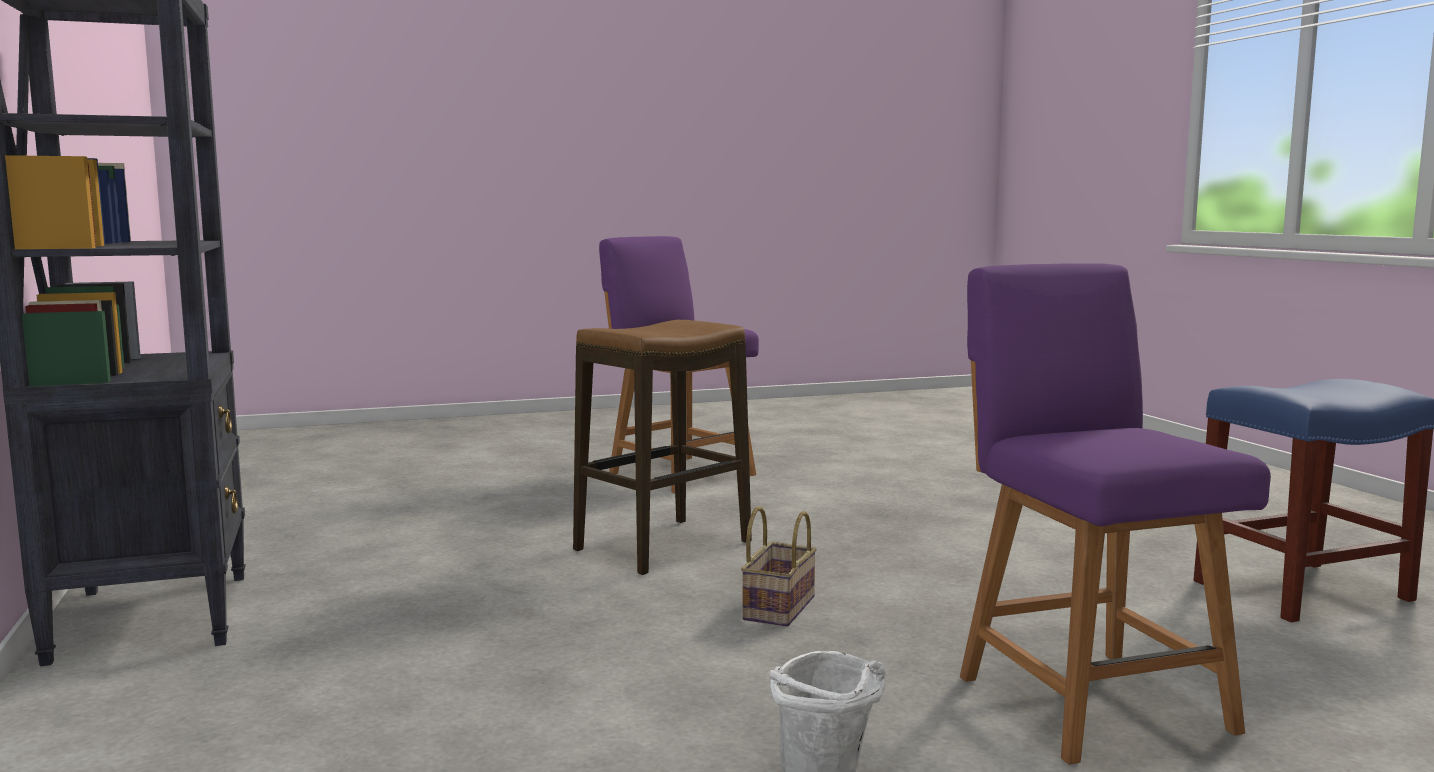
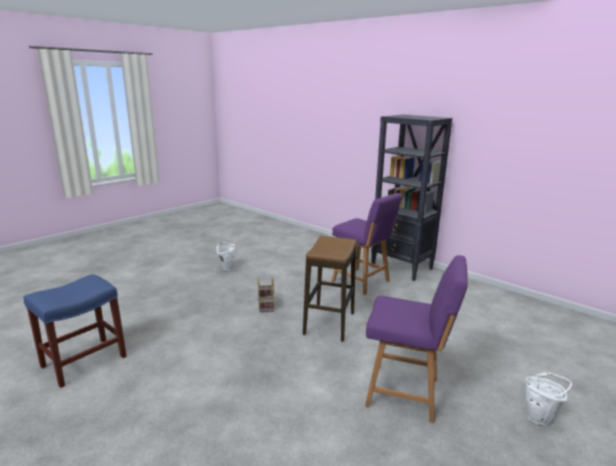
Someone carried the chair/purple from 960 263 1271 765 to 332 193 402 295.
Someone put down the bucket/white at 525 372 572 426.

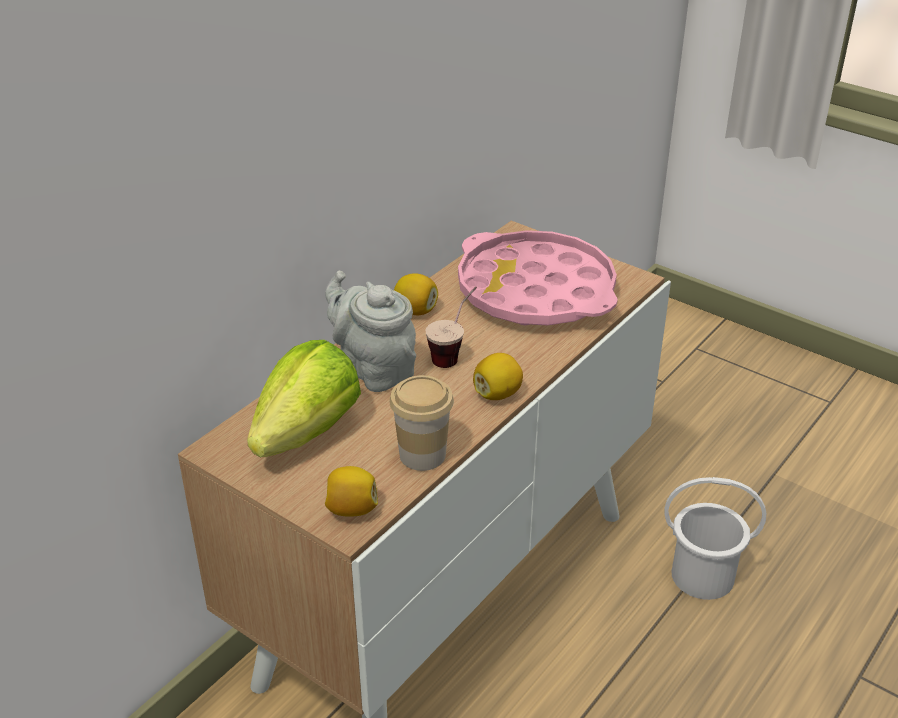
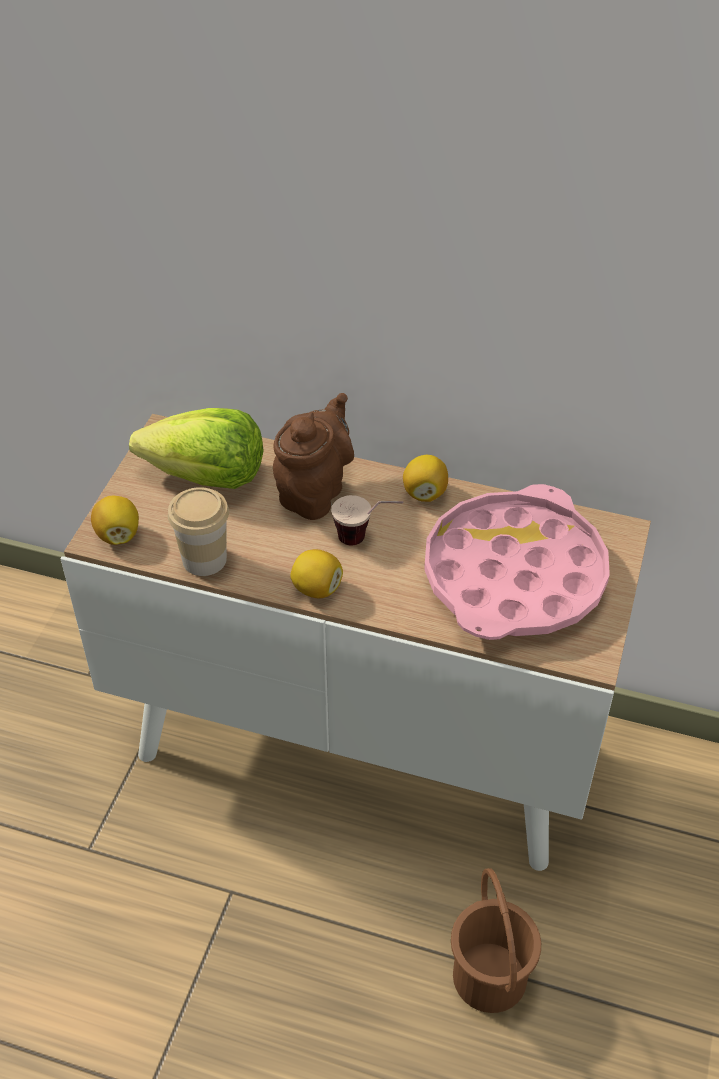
Someone repainted the teapot/grey at 325 270 416 392, which became the teapot/brown at 273 393 354 520.
Someone repainted the bucket/white at 664 477 766 600, which became the bucket/brown at 451 868 541 1013.

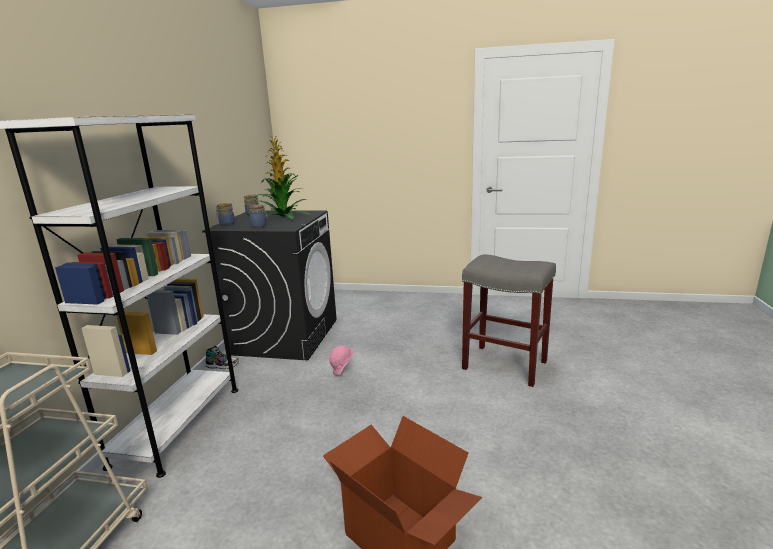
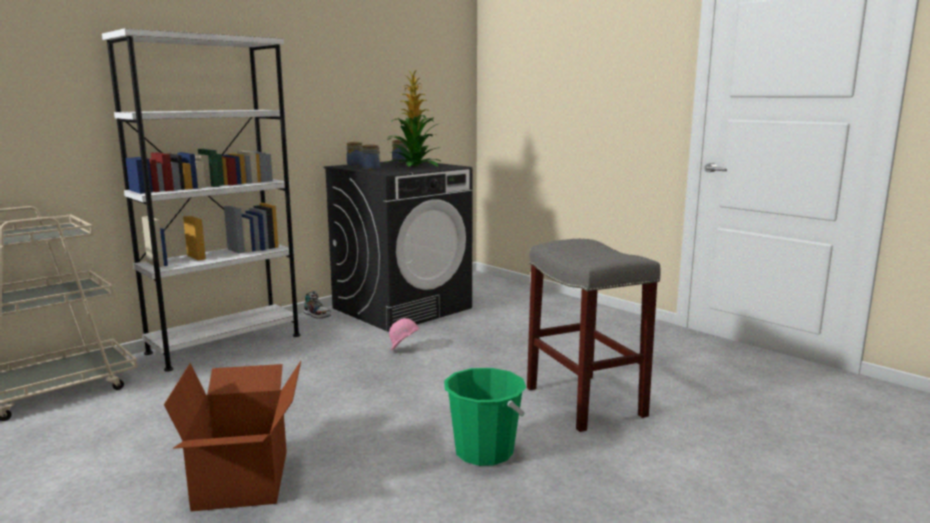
Someone put down the bucket/green at 444 368 526 466.

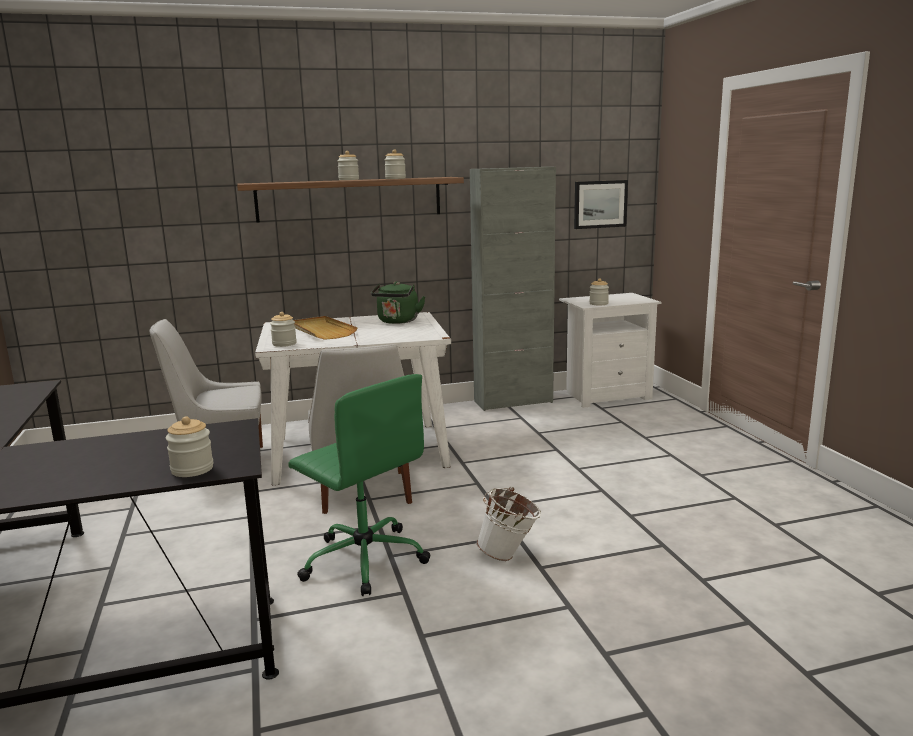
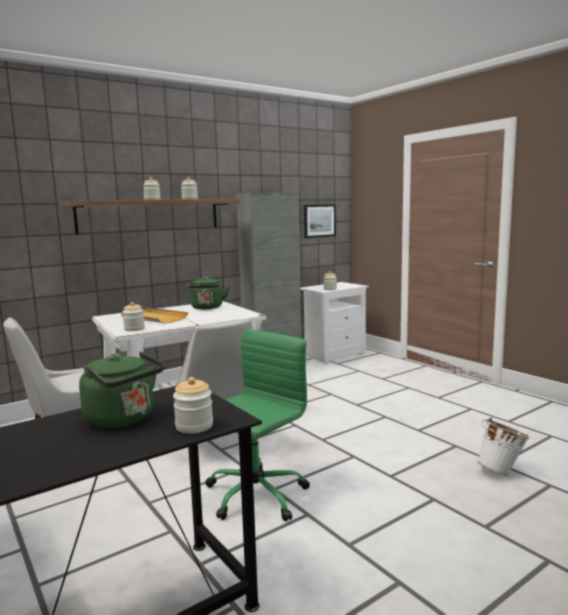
Someone rotated the office chair/green at 289 374 431 596 by 75 degrees counterclockwise.
Someone carried the bucket/white from 477 487 541 561 to 477 417 530 476.
Someone put down the kettle/green at 79 351 164 428.

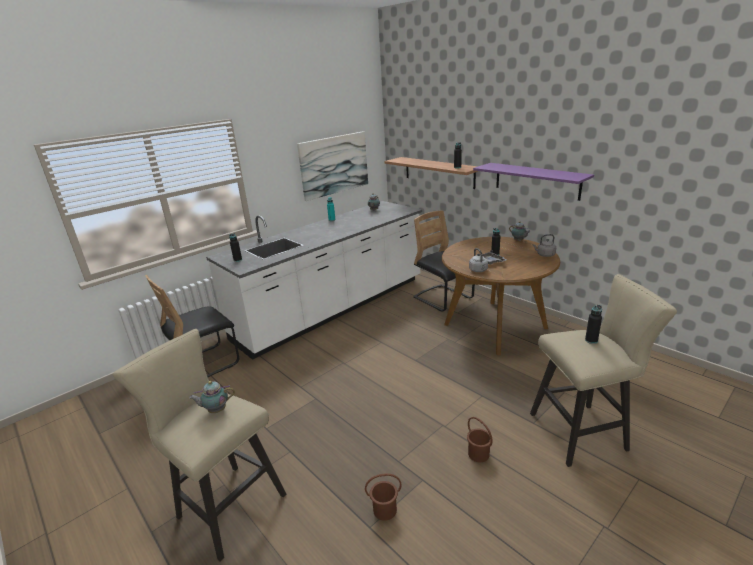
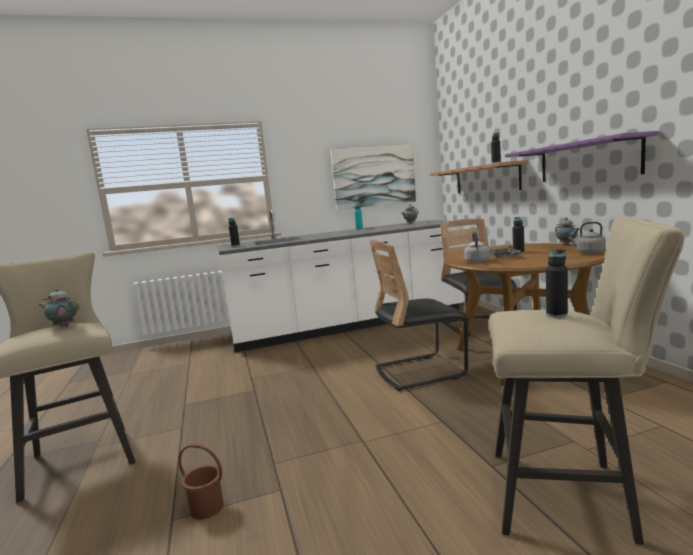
Someone carried the chair/black from 145 275 239 377 to 370 241 469 391.
Someone took away the bucket/brown at 467 417 493 462.

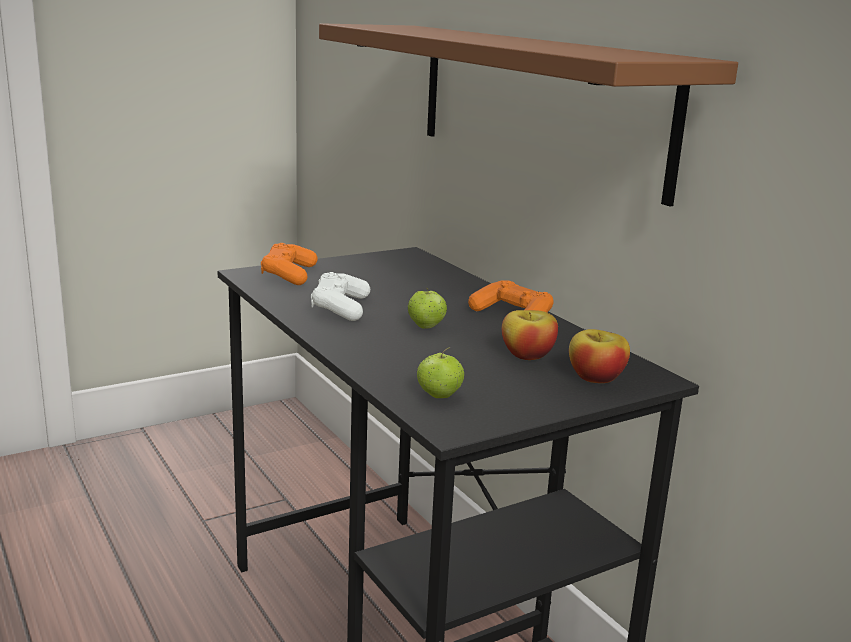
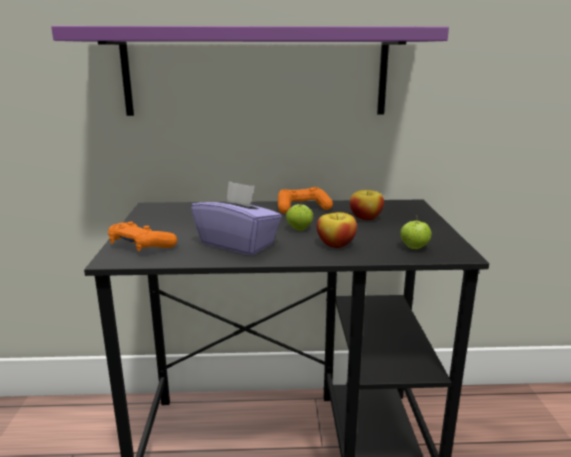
Someone repainted the shelf/brown at 319 23 738 206, which became the shelf/purple at 51 26 449 116.
Someone swapped the game controller/white at 311 272 370 321 for the tissue box/purple at 191 181 282 255.
Someone carried the apple from 569 329 630 383 to 317 212 357 248.

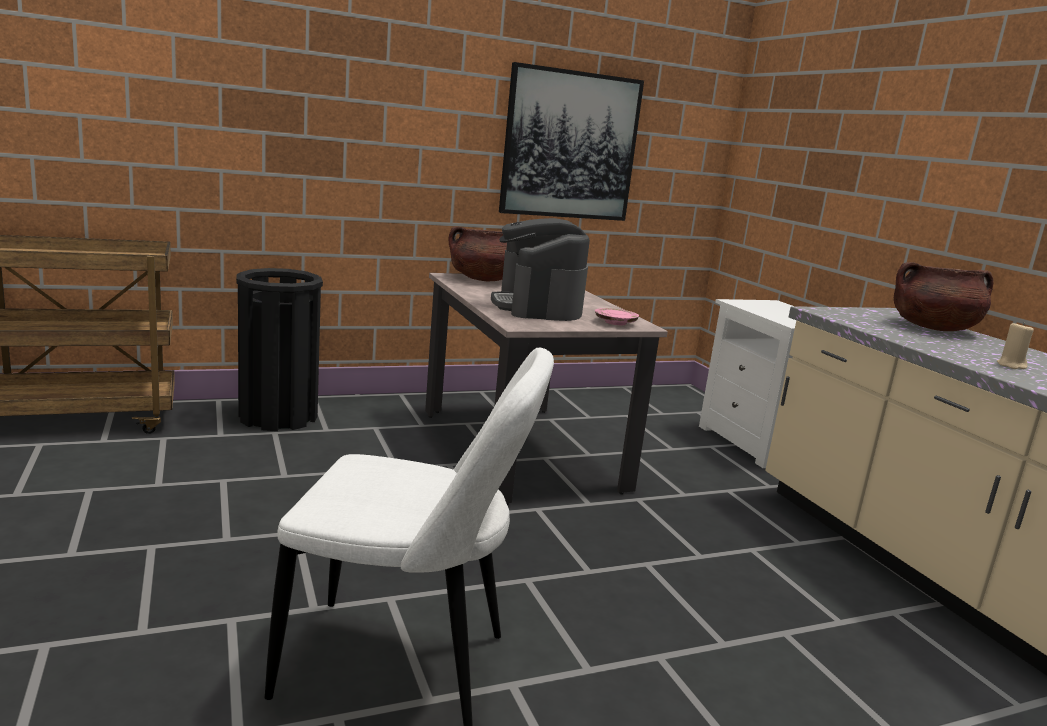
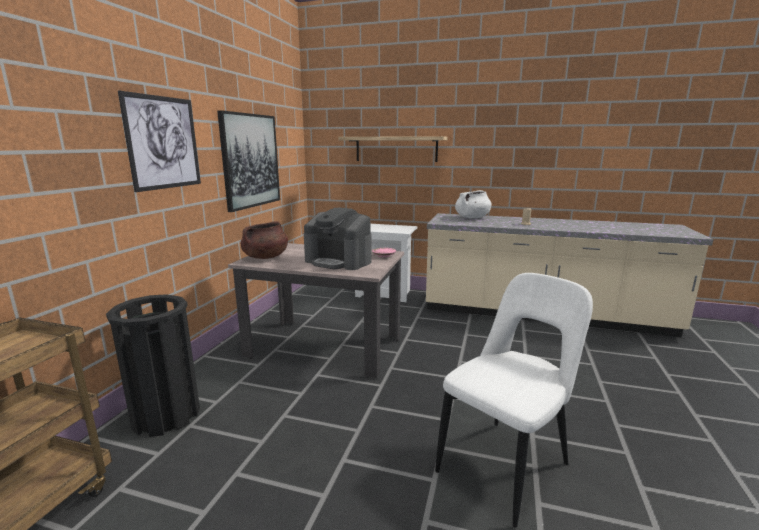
Someone repainted the cooking pot/brown at 894 262 993 331, which became the cooking pot/white at 455 190 492 218.
Someone put up the picture at 118 91 201 192.
Someone put up the shelf at 338 136 448 162.

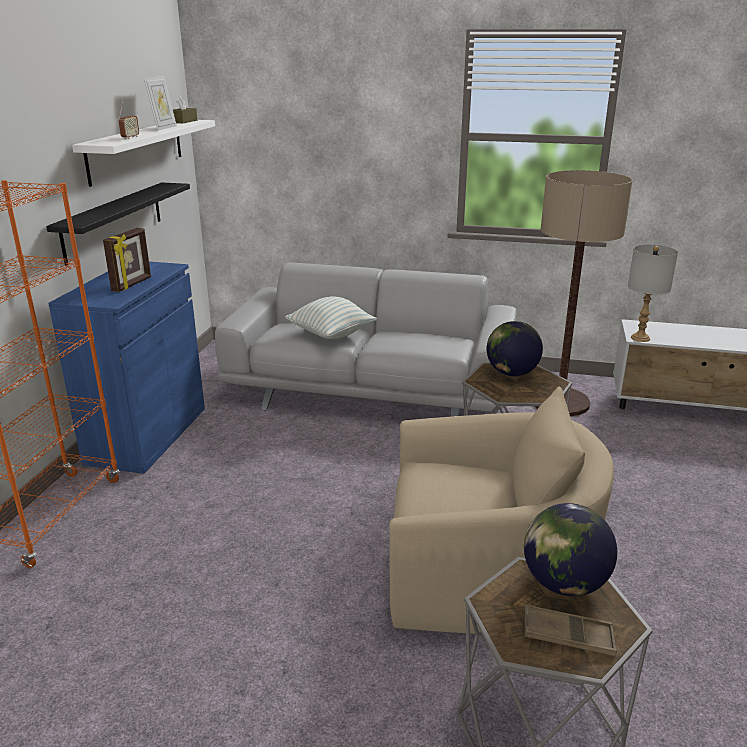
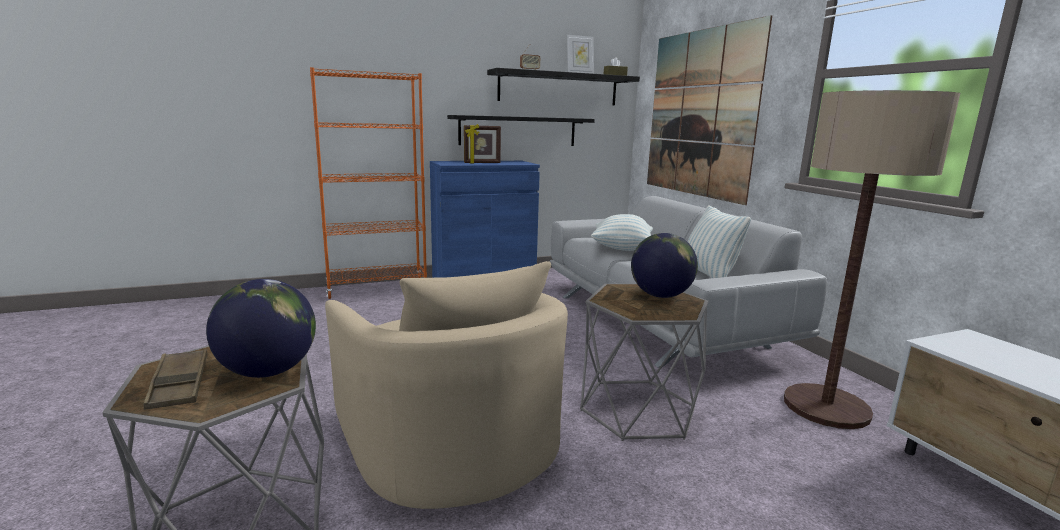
Someone repainted the shelf/white at 72 120 215 187, which became the shelf/black at 487 68 640 106.
Someone took away the table lamp/grey at 628 244 678 342.
Someone put up the picture at 647 15 772 205.
Someone put down the pillow at 687 205 751 278.

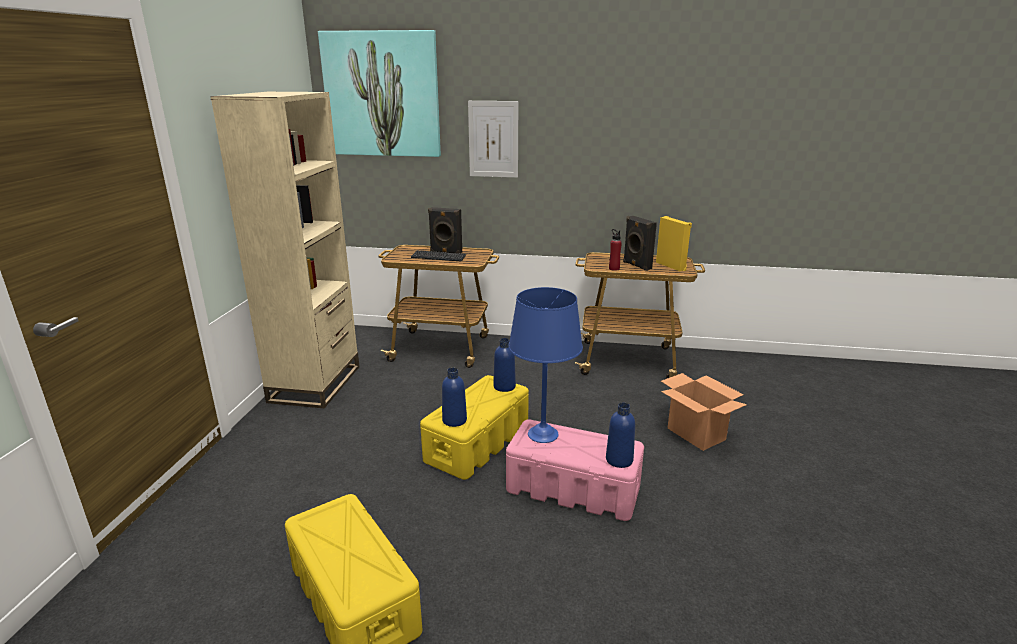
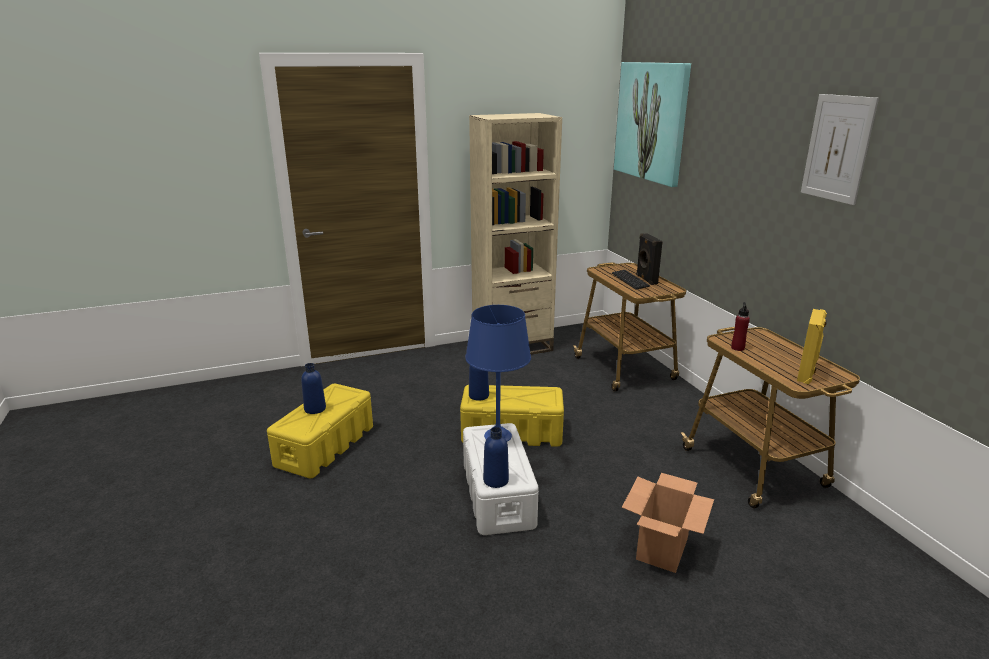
Someone carried the picture from 468 101 518 178 to 801 94 879 205.
Someone took away the speaker/black at 623 216 657 271.
Someone carried the bottle/blue from 493 338 516 392 to 301 363 326 414.
Someone repainted the storage box/pink at 506 419 644 521, which became the storage box/white at 463 423 539 535.

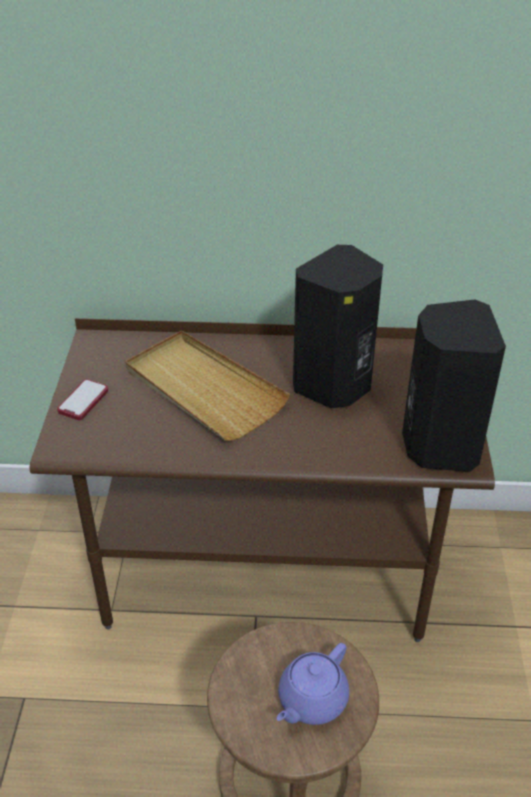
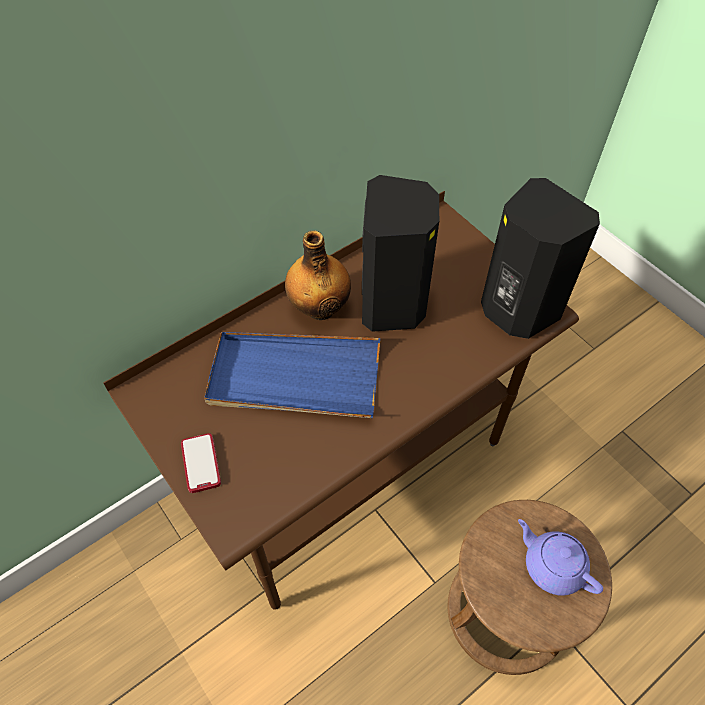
Someone repainted the tray/beige at 125 331 290 441, which became the tray/blue at 204 332 380 418.
Someone rotated the teapot/purple at 277 643 349 725 by 135 degrees clockwise.
Someone put down the bottle at 285 230 351 320.

